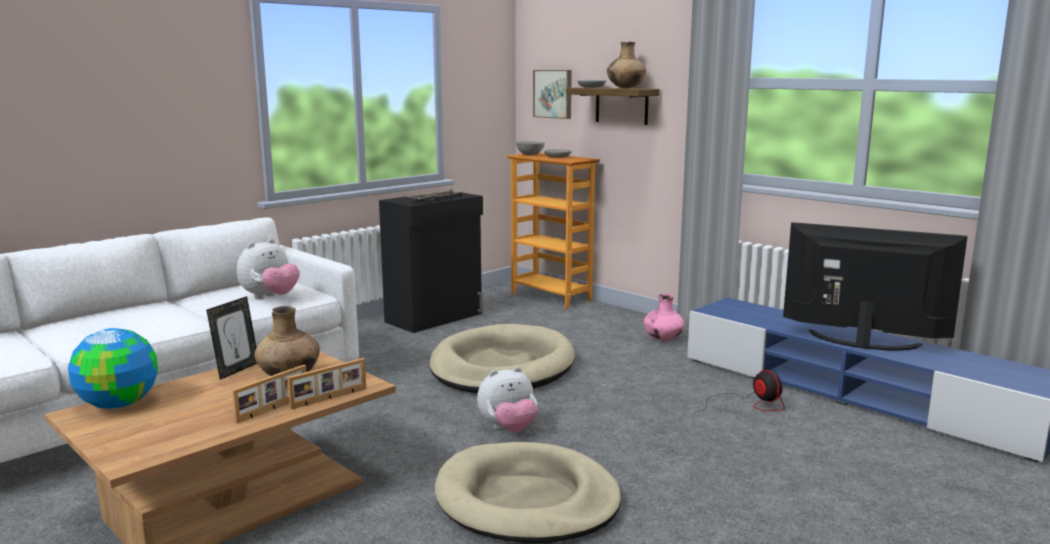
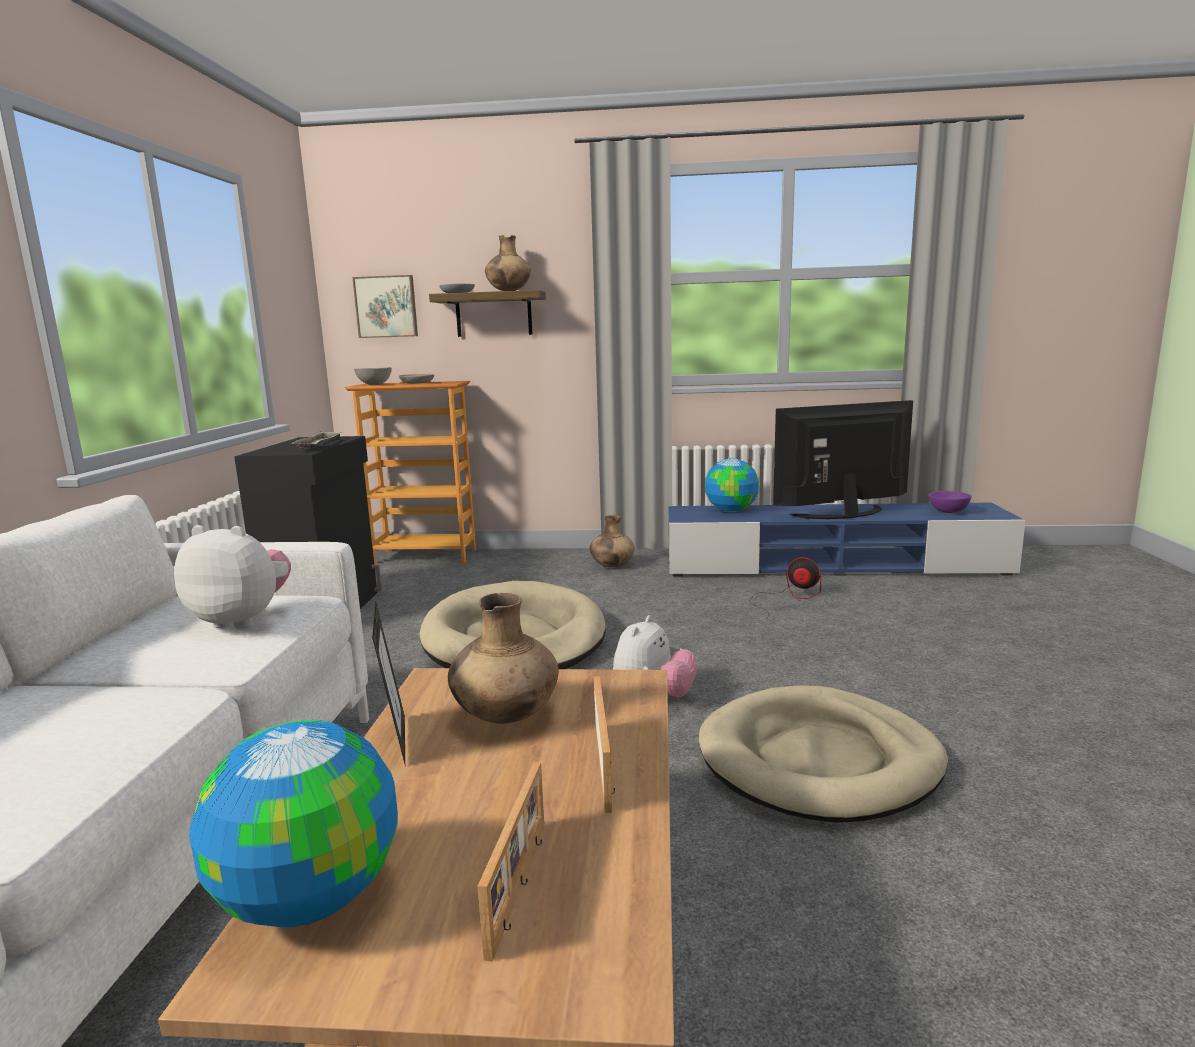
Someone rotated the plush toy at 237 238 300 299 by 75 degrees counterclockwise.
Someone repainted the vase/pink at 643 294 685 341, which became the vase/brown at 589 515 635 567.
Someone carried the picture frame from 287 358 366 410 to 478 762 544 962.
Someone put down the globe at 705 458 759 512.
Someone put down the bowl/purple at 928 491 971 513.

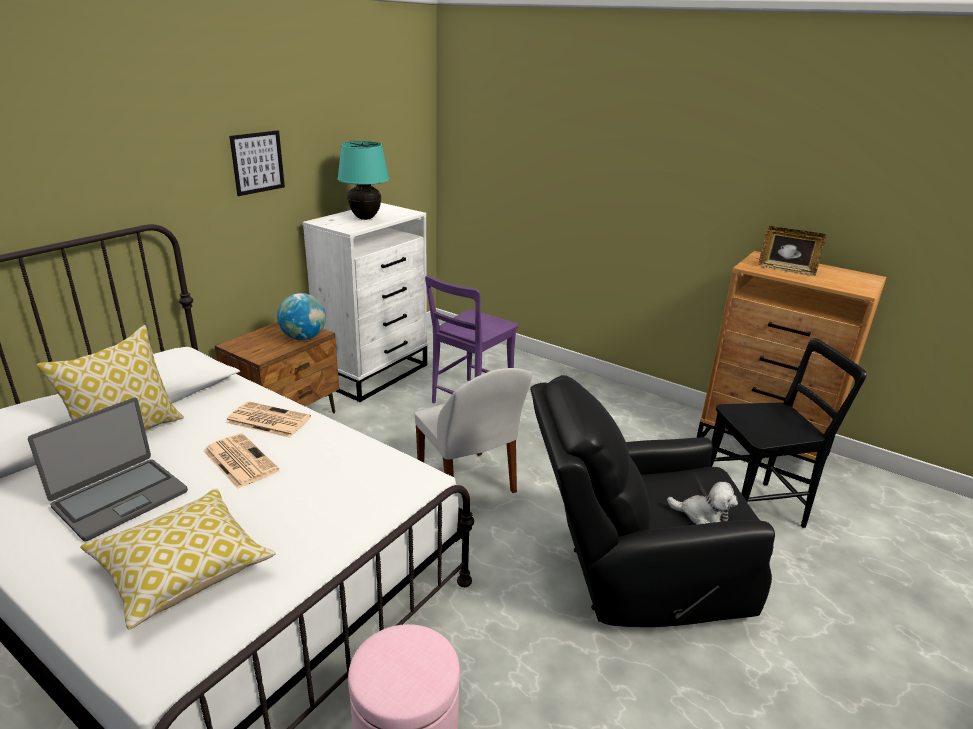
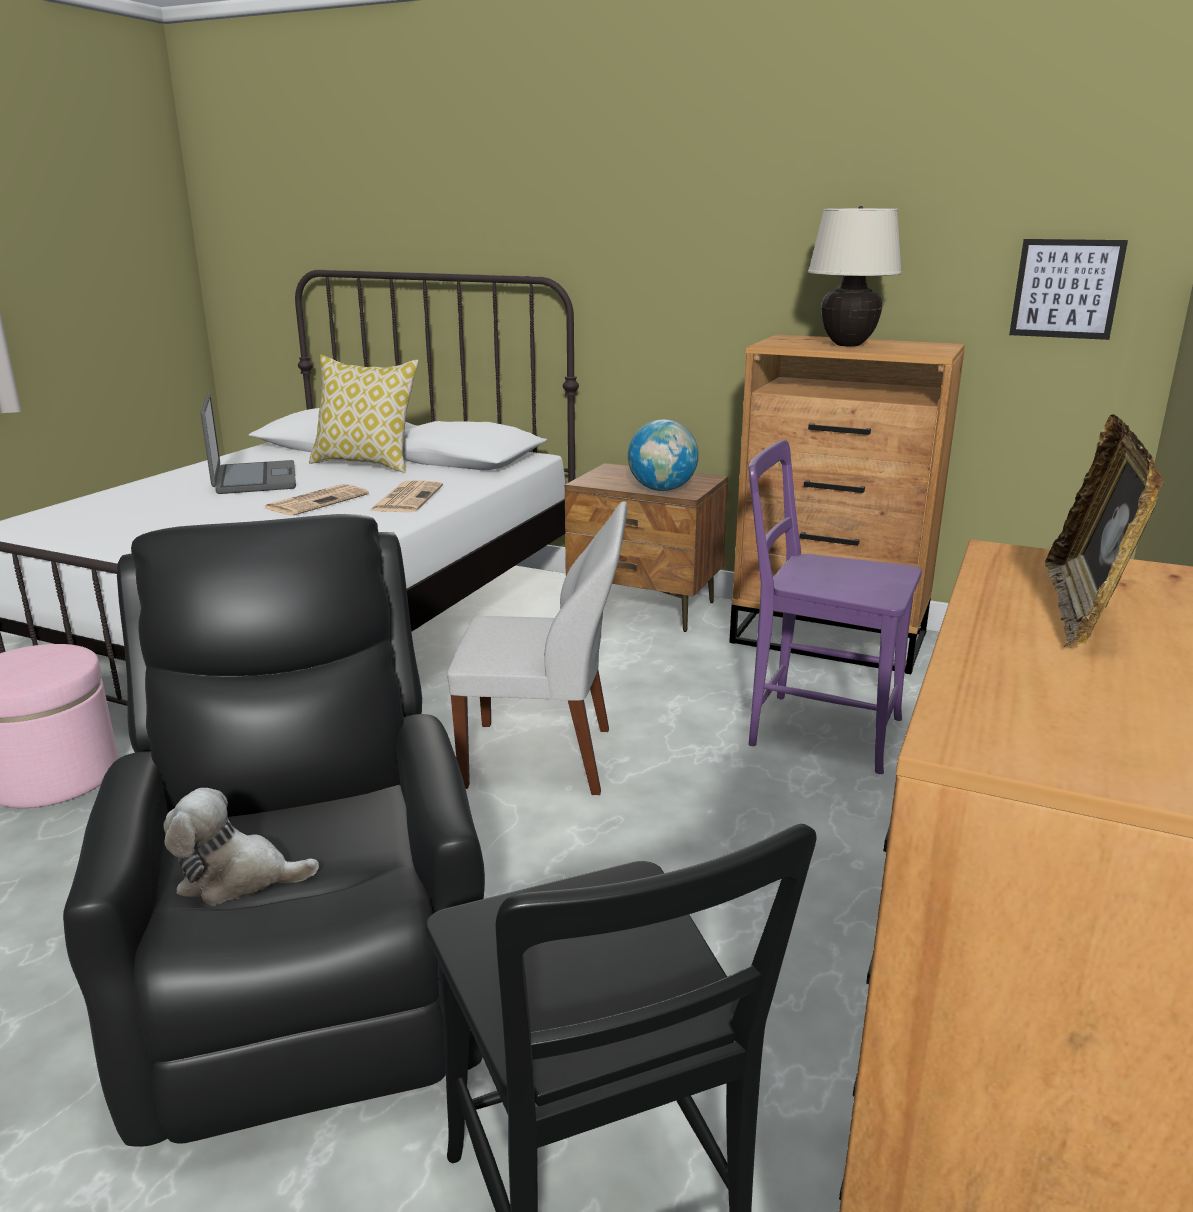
Someone carried the picture from 229 130 285 196 to 1009 239 1128 340.
Someone repainted the table lamp/turquoise at 337 141 389 220, which became the table lamp/beige at 808 206 902 346.
Someone repainted the dresser/white at 303 203 427 402, which became the dresser/brown at 729 334 965 674.
Someone rotated the chair/white at 414 368 532 493 by 135 degrees counterclockwise.
Someone rotated the laptop at 28 398 188 541 by 135 degrees counterclockwise.
Someone rotated the plush toy at 667 482 738 524 by 75 degrees clockwise.
Someone took away the pillow at 80 489 276 629.

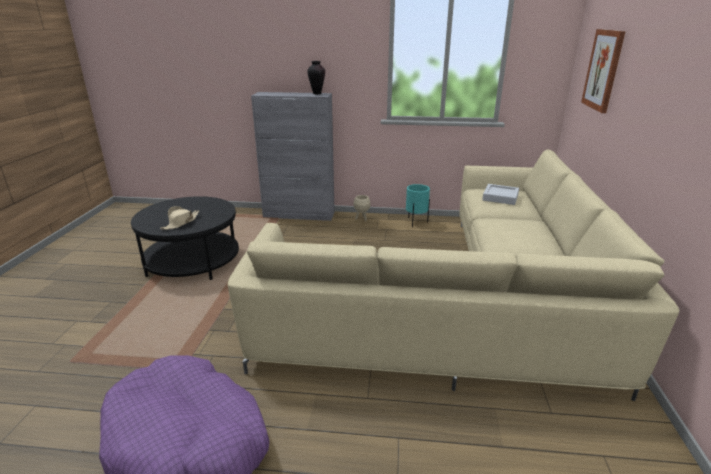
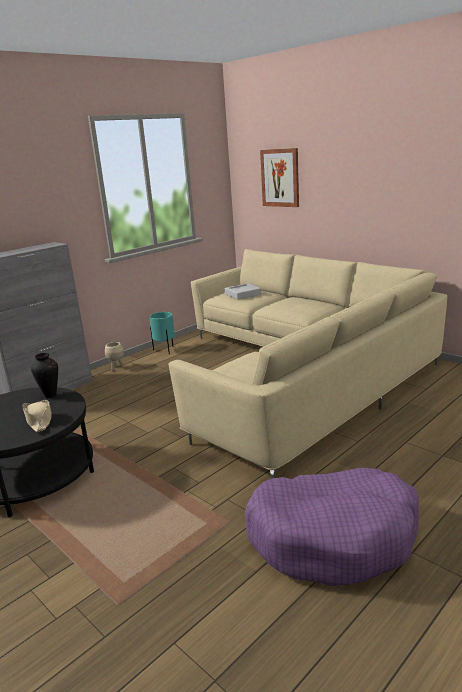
Someone carried the vase from 307 61 325 94 to 31 353 58 398.

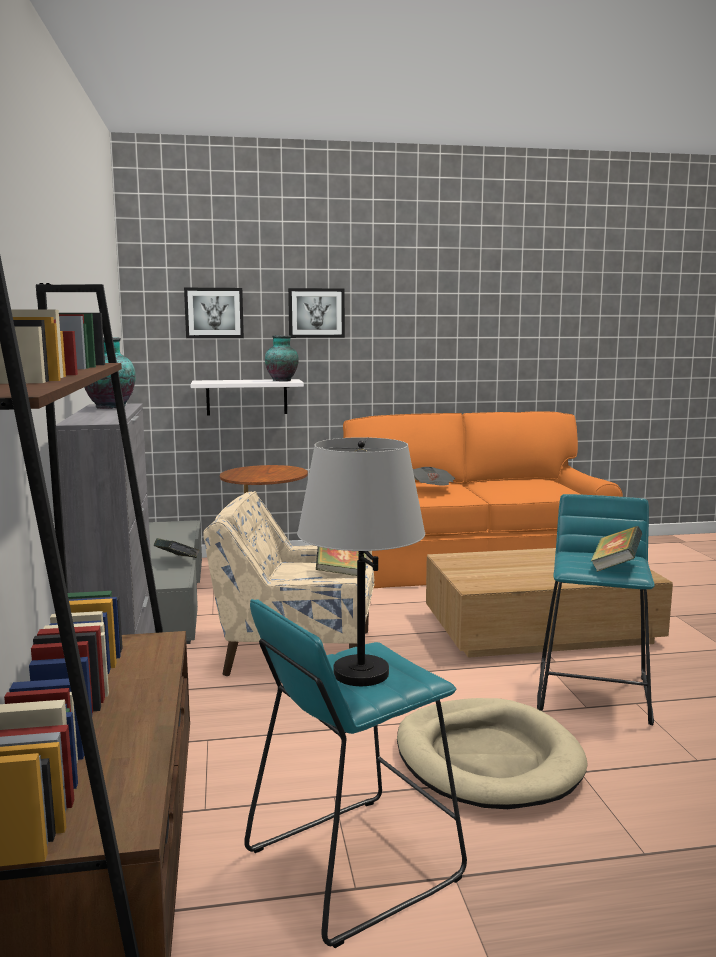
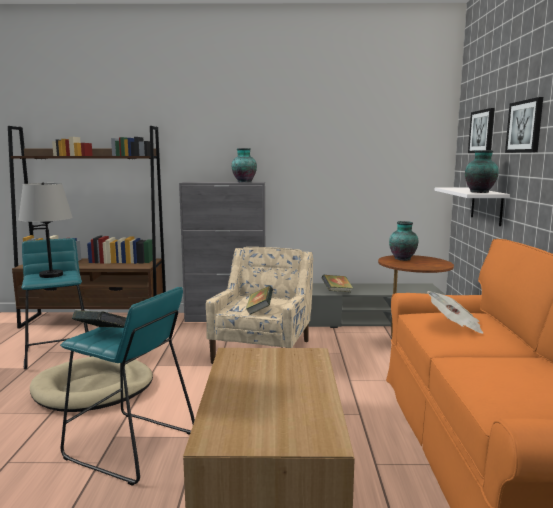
Someone put down the vase at 389 221 418 261.

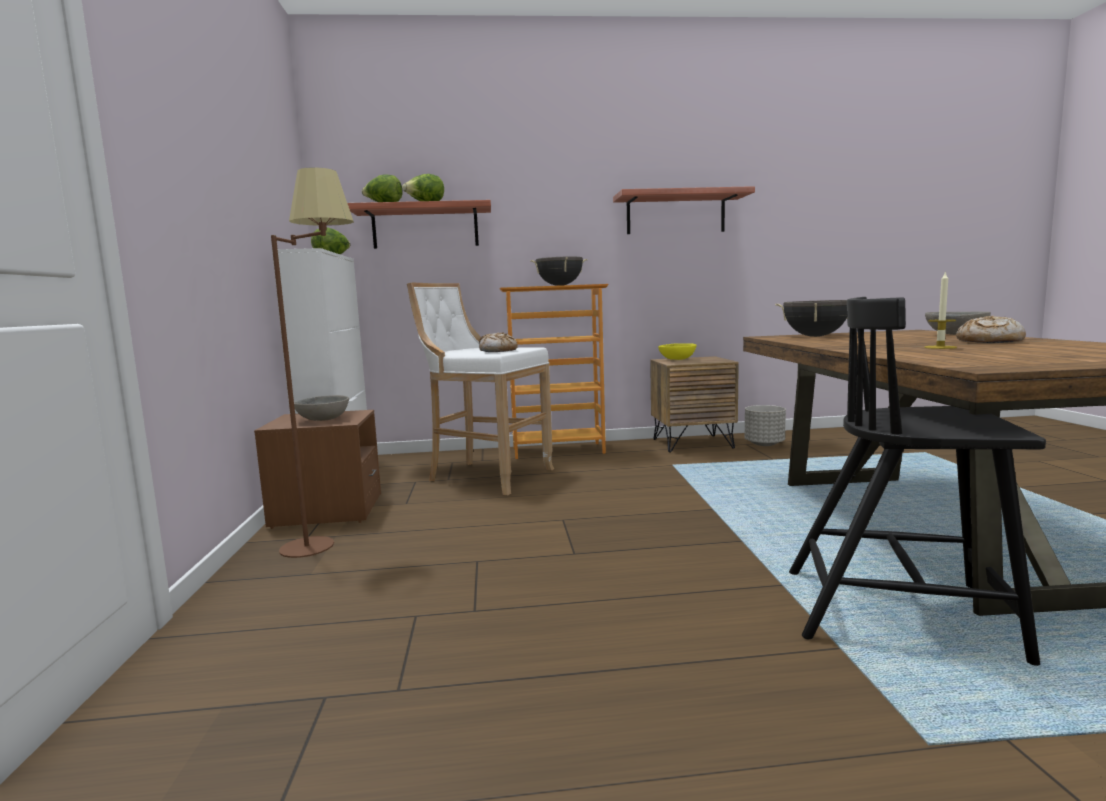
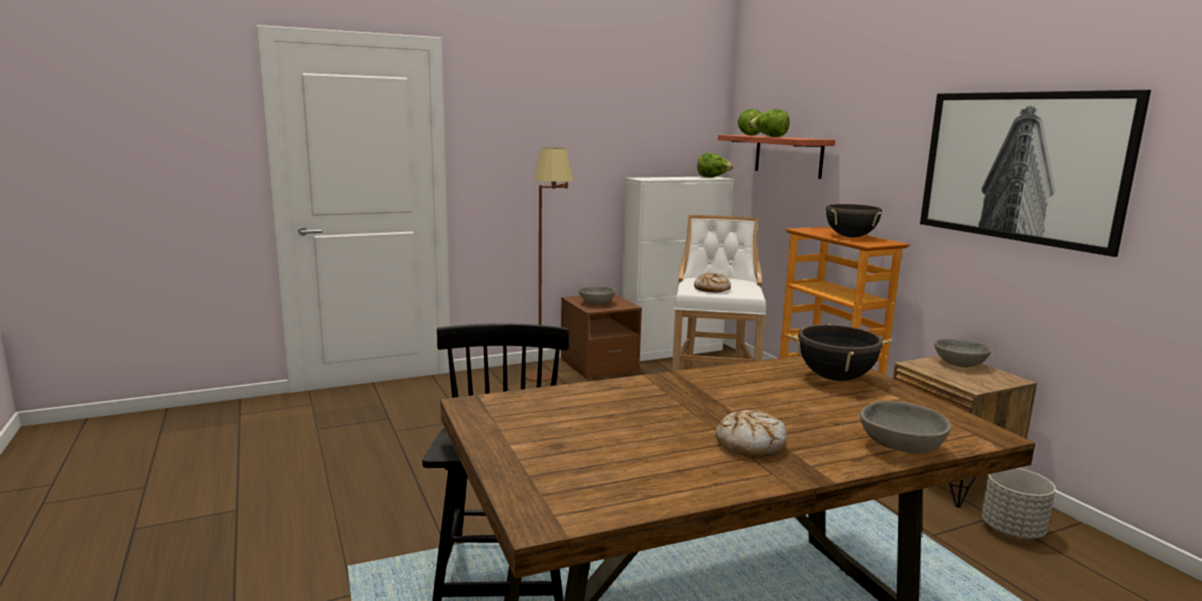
Someone swapped the shelf at 613 186 755 234 for the picture at 920 90 1151 257.
Someone took away the candle at 924 271 957 349.
Someone repainted the bowl/yellow at 658 343 697 360, which became the bowl/grey at 935 339 991 367.

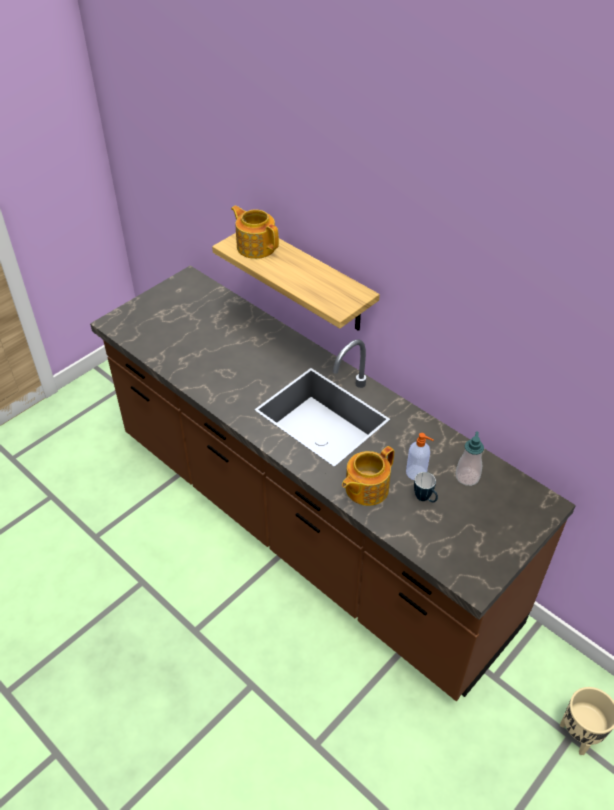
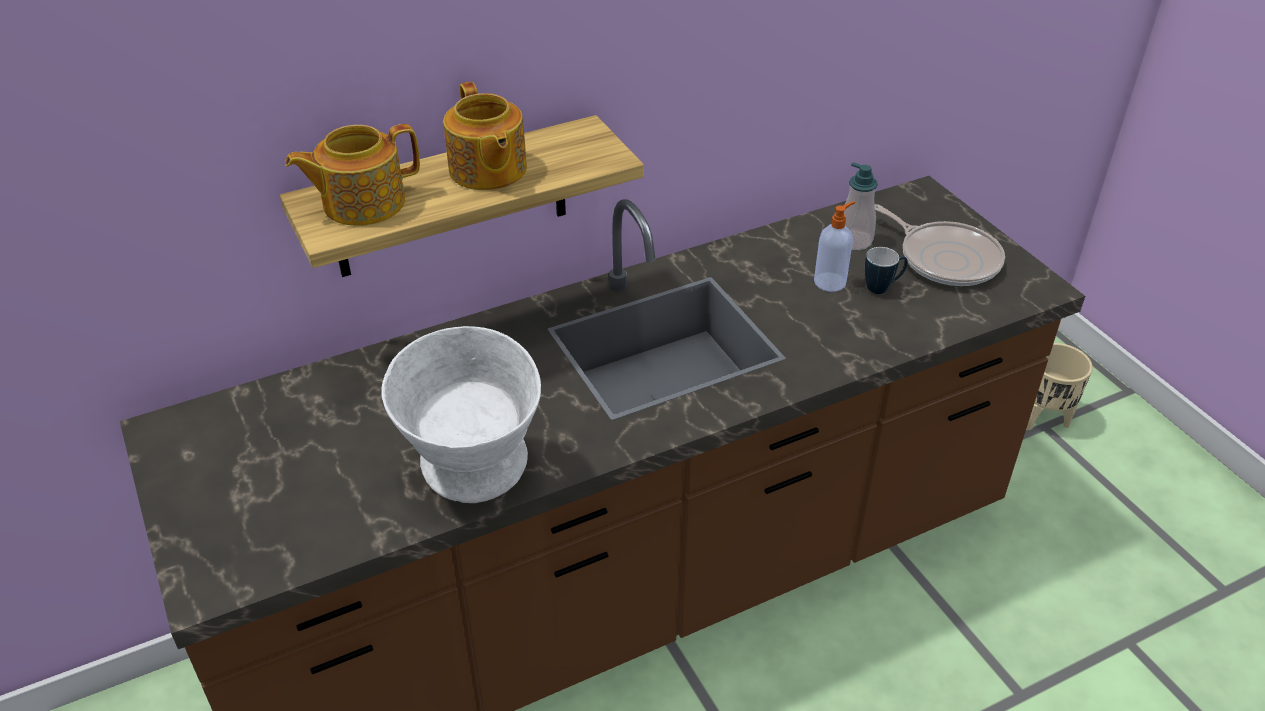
Someone carried the teapot from 342 446 394 506 to 443 82 527 190.
Someone put down the frying pan at 875 204 1005 286.
Someone put down the bowl/white at 382 326 541 503.

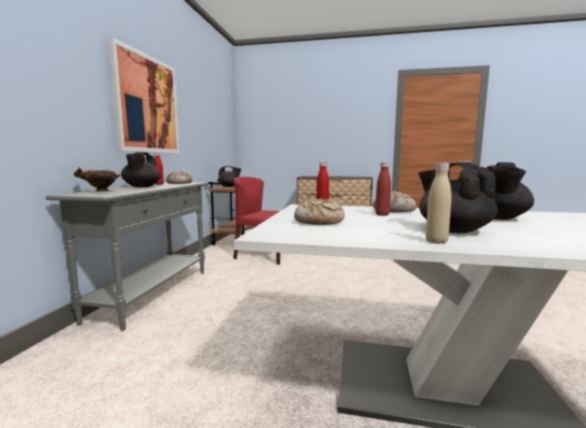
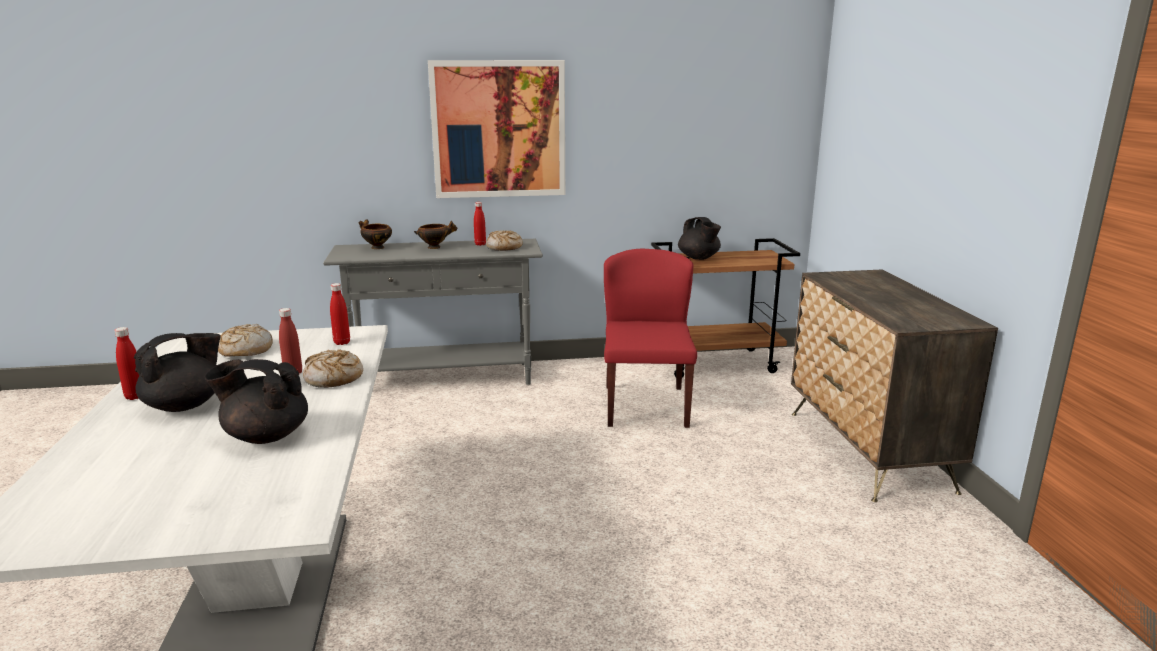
Someone swapped the teapot/black at 121 152 161 187 for the bowl at 414 220 457 249.
Someone repainted the bottle/beige at 426 163 451 244, which became the bottle/red at 114 327 139 400.

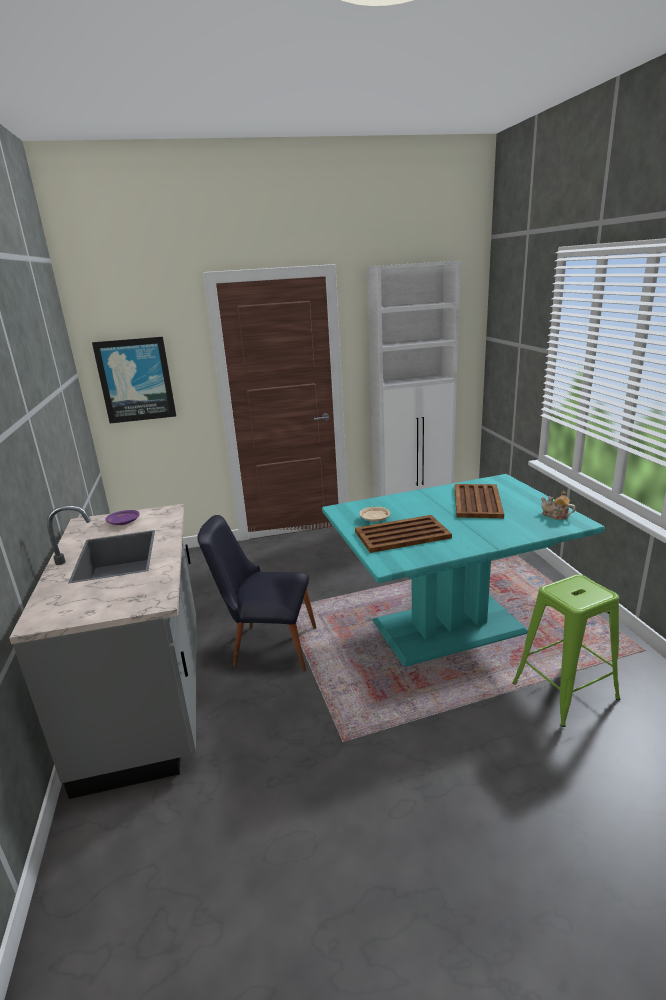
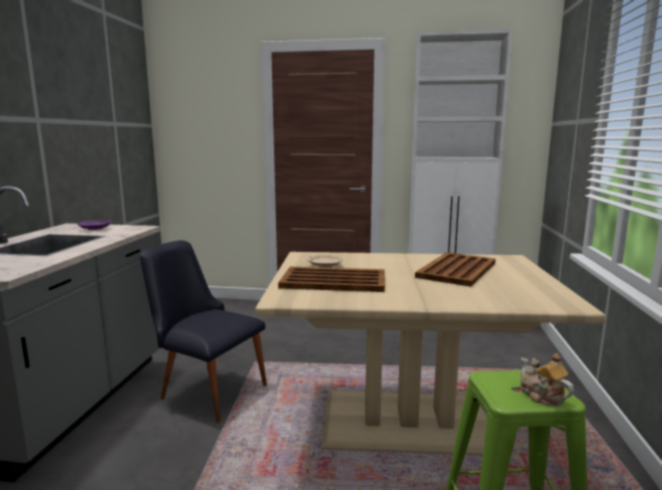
Someone took away the picture at 92 337 176 423.
Someone repainted the dining table/turquoise at 322 474 605 667, which became the dining table/beige at 255 252 606 455.
Someone carried the teapot from 541 491 575 520 to 520 353 574 406.

